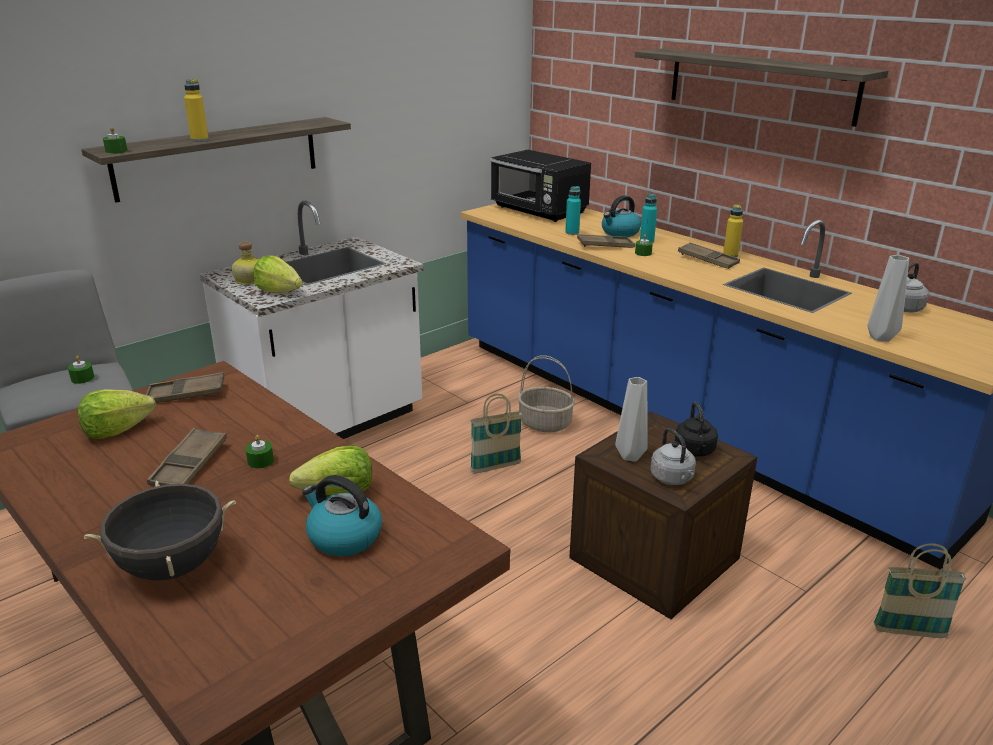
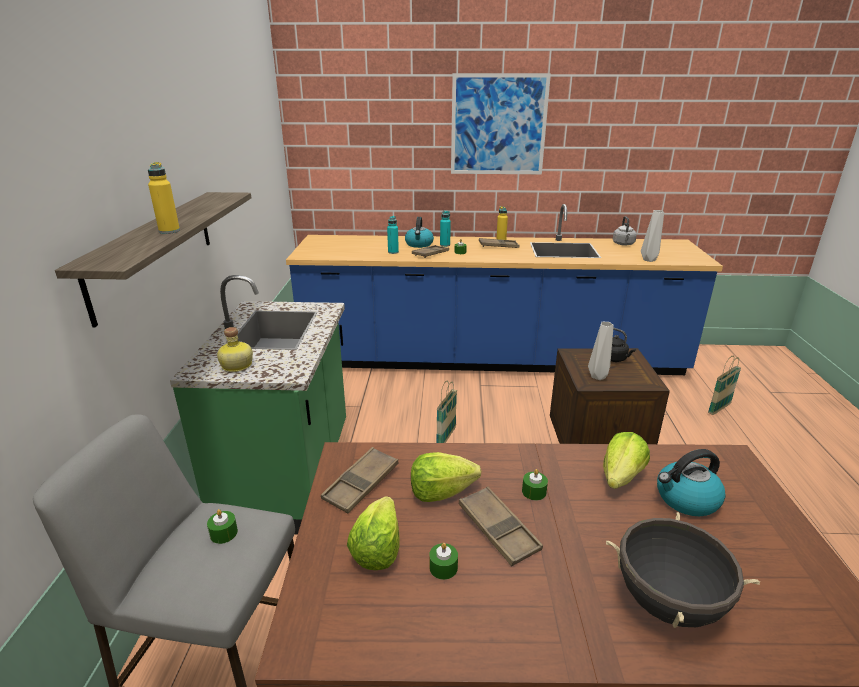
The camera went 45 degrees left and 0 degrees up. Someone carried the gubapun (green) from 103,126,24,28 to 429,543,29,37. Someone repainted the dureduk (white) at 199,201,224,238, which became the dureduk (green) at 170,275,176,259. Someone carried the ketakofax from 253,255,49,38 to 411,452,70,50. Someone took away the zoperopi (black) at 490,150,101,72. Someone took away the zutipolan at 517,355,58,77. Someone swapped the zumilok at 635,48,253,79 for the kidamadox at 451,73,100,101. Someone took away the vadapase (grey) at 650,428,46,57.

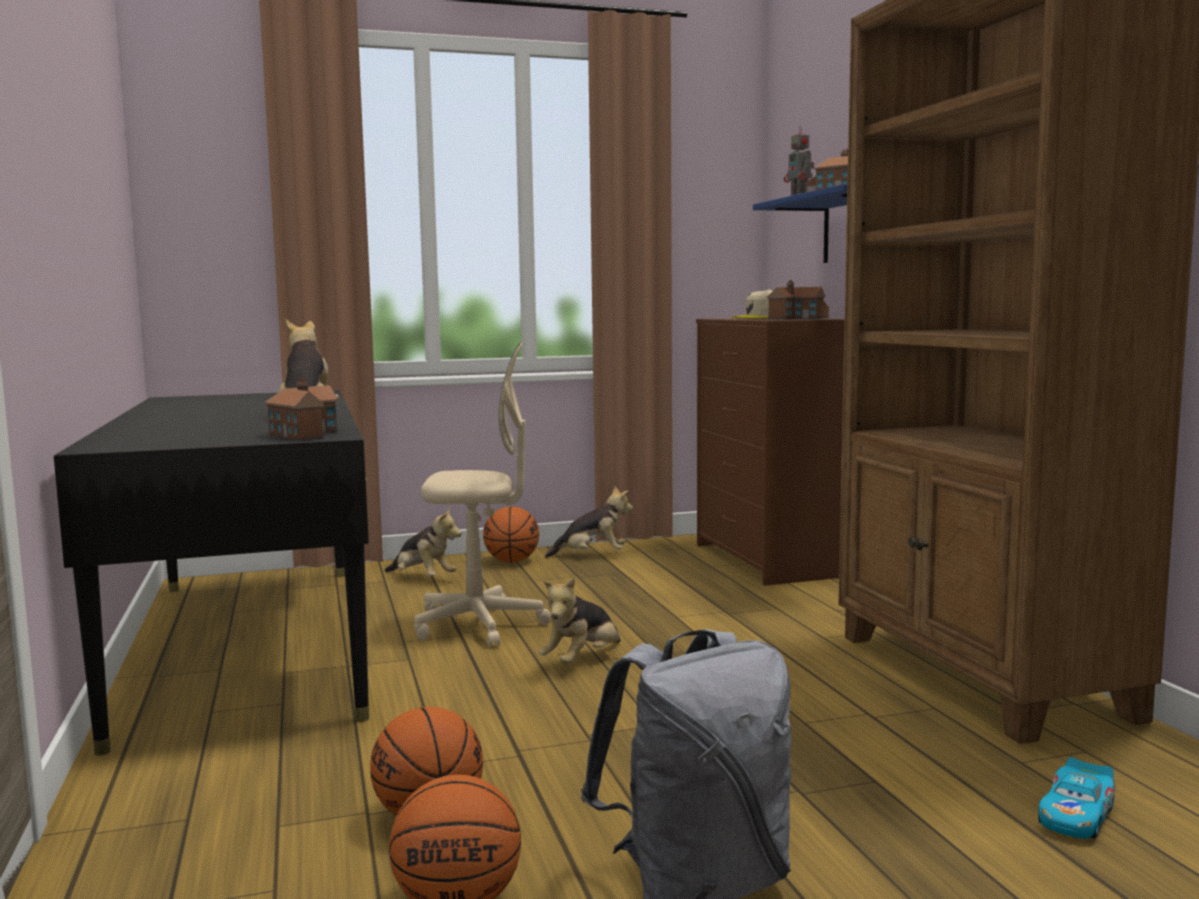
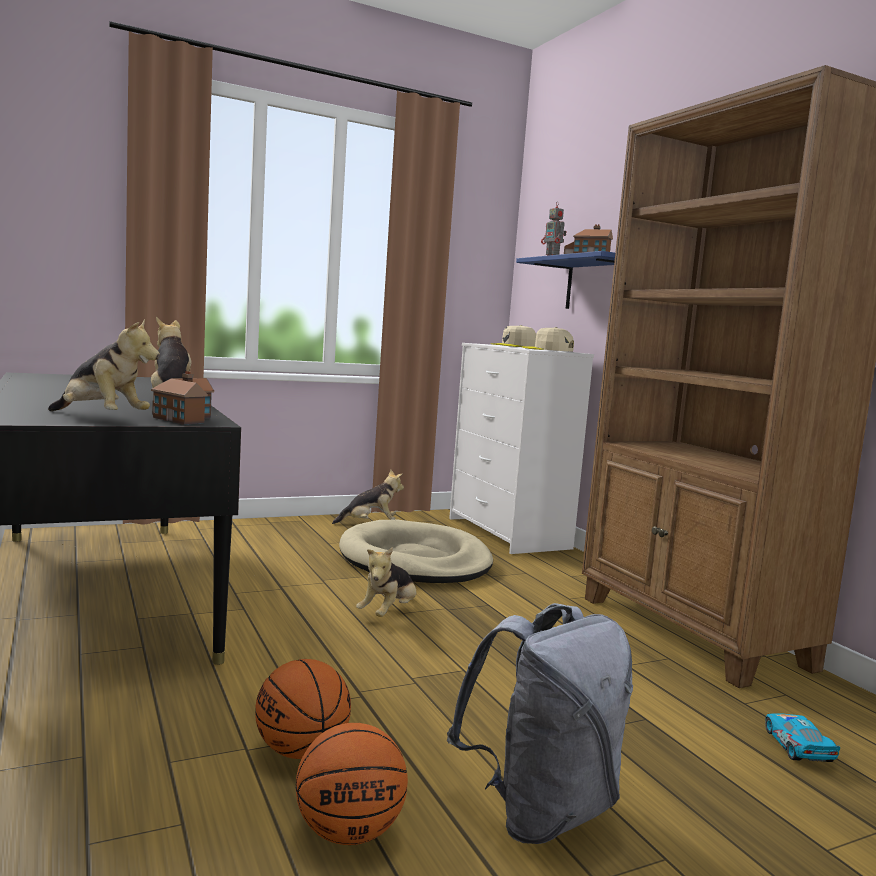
The camera went 10 degrees left and 0 degrees up. Someone carried the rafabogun from 385,507,77,69 to 48,319,112,92. Someone took away the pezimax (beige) at 414,342,137,306. Someone took away the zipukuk at 483,507,56,56. Someone repainted the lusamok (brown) at 696,318,149,268, which became the lusamok (white) at 449,343,145,211. Someone swapped the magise at 767,280,62,40 for the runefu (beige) at 522,327,52,24. Someone rotated the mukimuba at 1038,757,78,82 by 150 degrees clockwise. Someone put down the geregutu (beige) at 339,520,154,63.

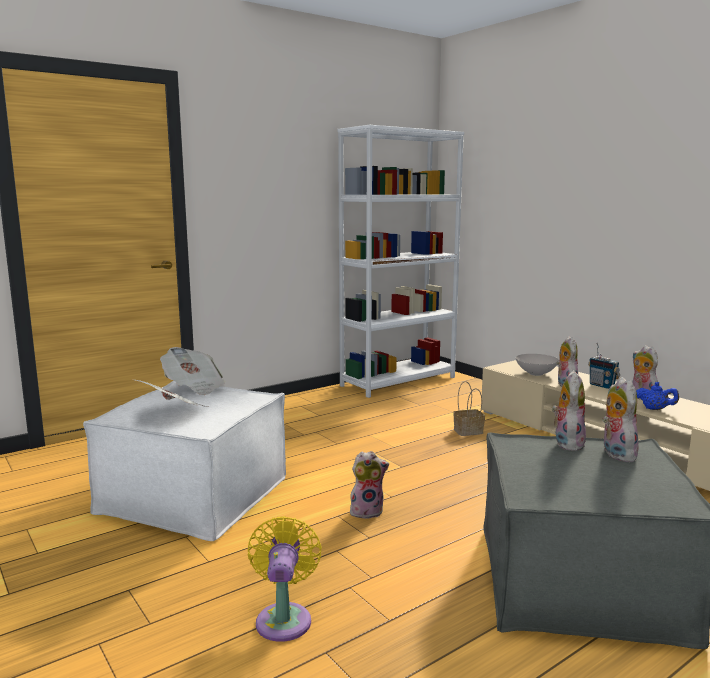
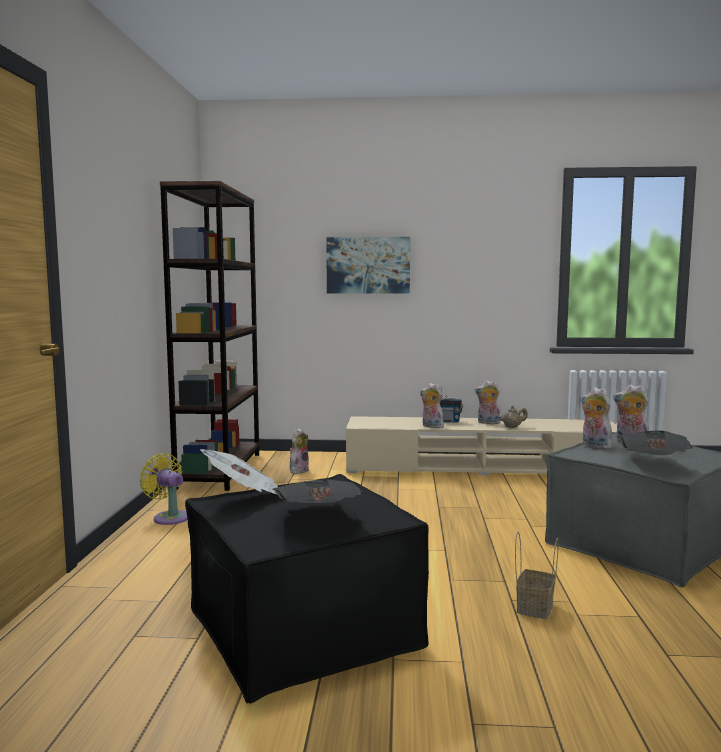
The camera went 50 degrees left and 5 degrees down. Someone repainted the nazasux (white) at 83,381,203,160, which became the nazasux (black) at 185,474,244,230. Someone carried the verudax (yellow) from 248,516,74,126 to 140,453,48,72. Someone repainted the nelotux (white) at 338,125,126,273, which became the nelotux (brown) at 160,181,99,310. Someone carried the rafabogun from 350,451,39,68 to 290,428,19,46. Someone carried the zutipolan from 453,381,32,55 to 515,532,43,87. Someone took away the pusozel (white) at 516,354,43,22. Someone repainted the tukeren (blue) at 636,382,43,28, which became the tukeren (beige) at 499,405,29,23. Someone put up the kidamadox at 326,237,84,57. Someone put down the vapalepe at 618,431,75,24.

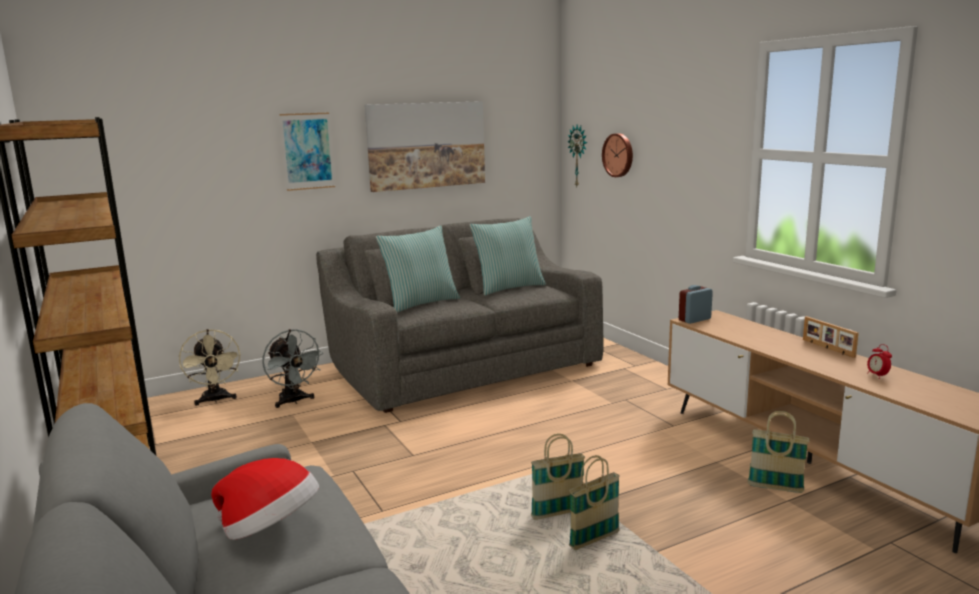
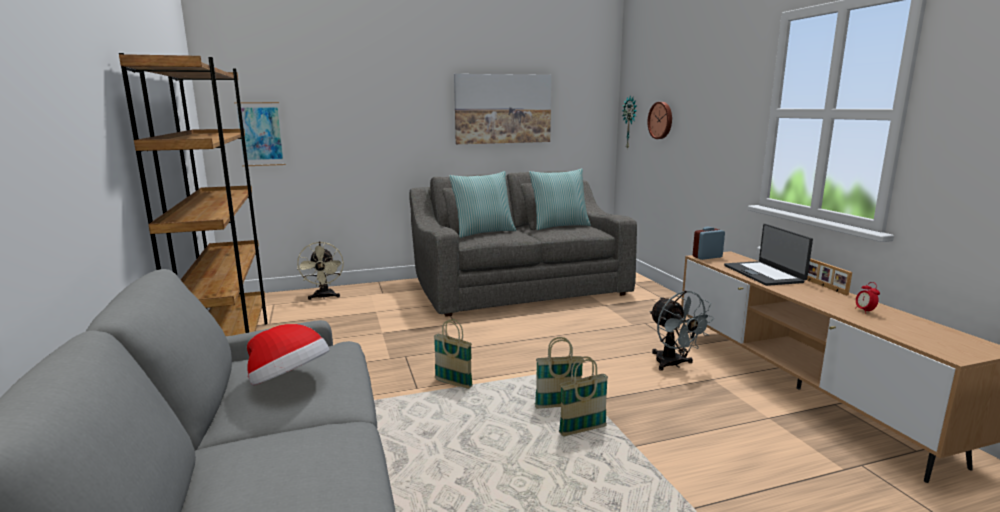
The camera went 10 degrees right and 0 degrees up. Someone carried the verudax (grey) from 262,329,61,79 to 649,290,66,81. Someone carried the kidamadox from 279,112,56,79 to 234,102,52,65. Someone carried the zutipolan from 748,411,61,82 to 434,319,39,70. Someone put down the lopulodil at 724,224,89,62.

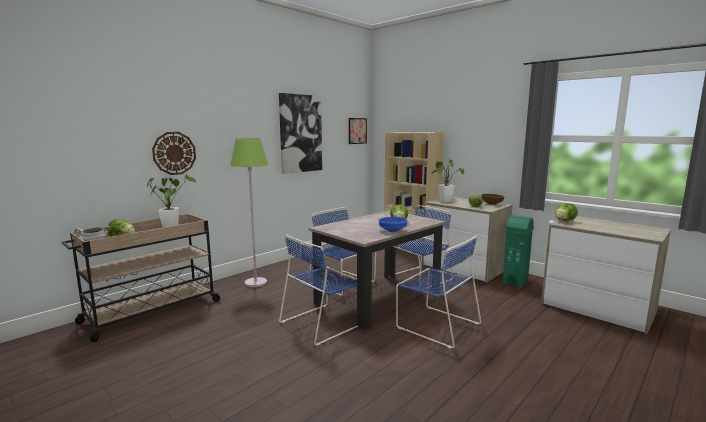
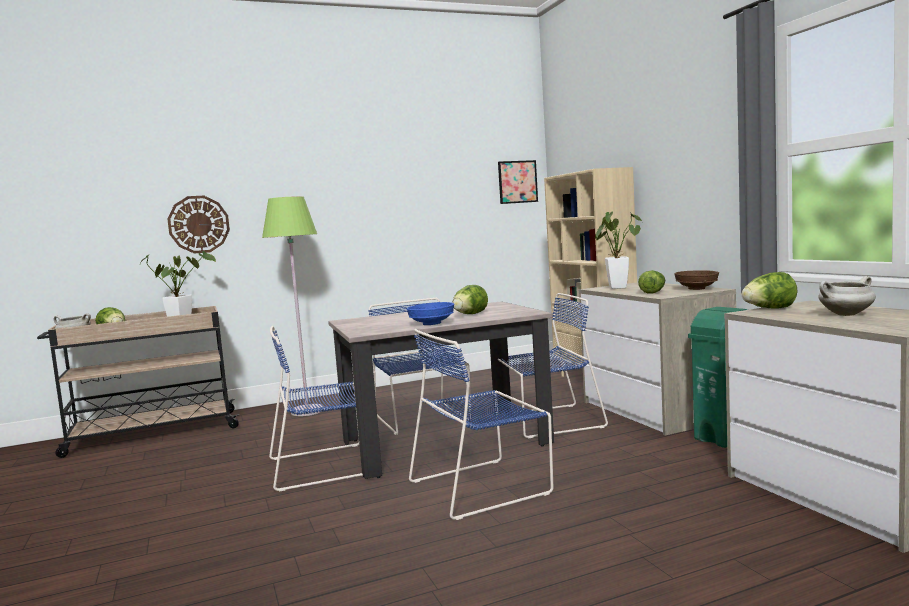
The camera went 25 degrees right and 5 degrees down. Someone took away the kidamadox at 279,93,43,81. Someone rotated the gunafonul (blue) at 396,235,85,114 by 90 degrees clockwise. Someone put down the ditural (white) at 818,276,58,40.

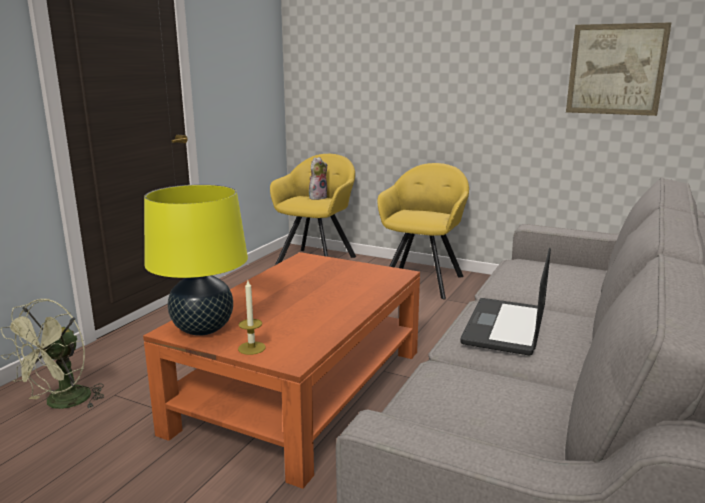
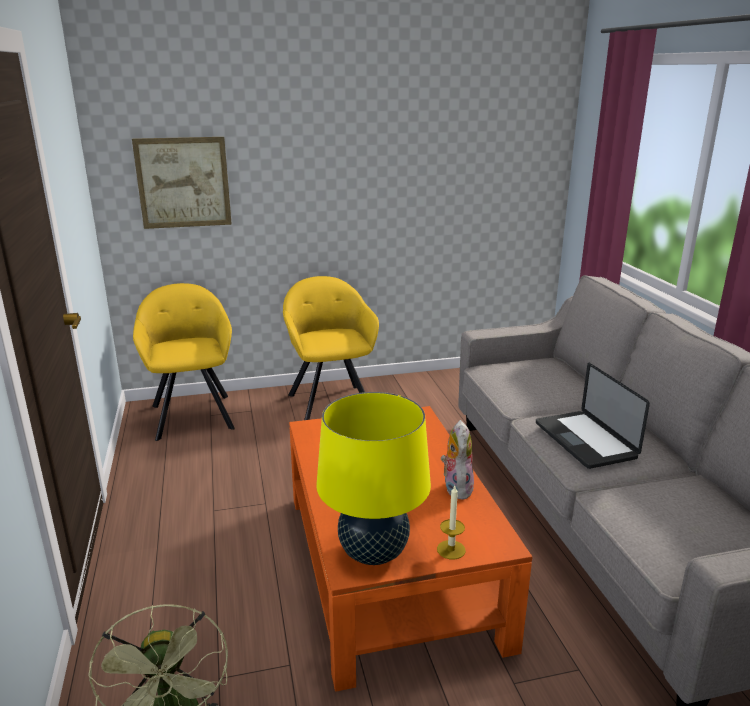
The camera went 40 degrees left and 5 degrees up. Someone carried the rafabogun from 309,157,18,43 to 441,420,33,80. Someone carried the kidamadox from 566,22,106,94 to 132,137,100,92.

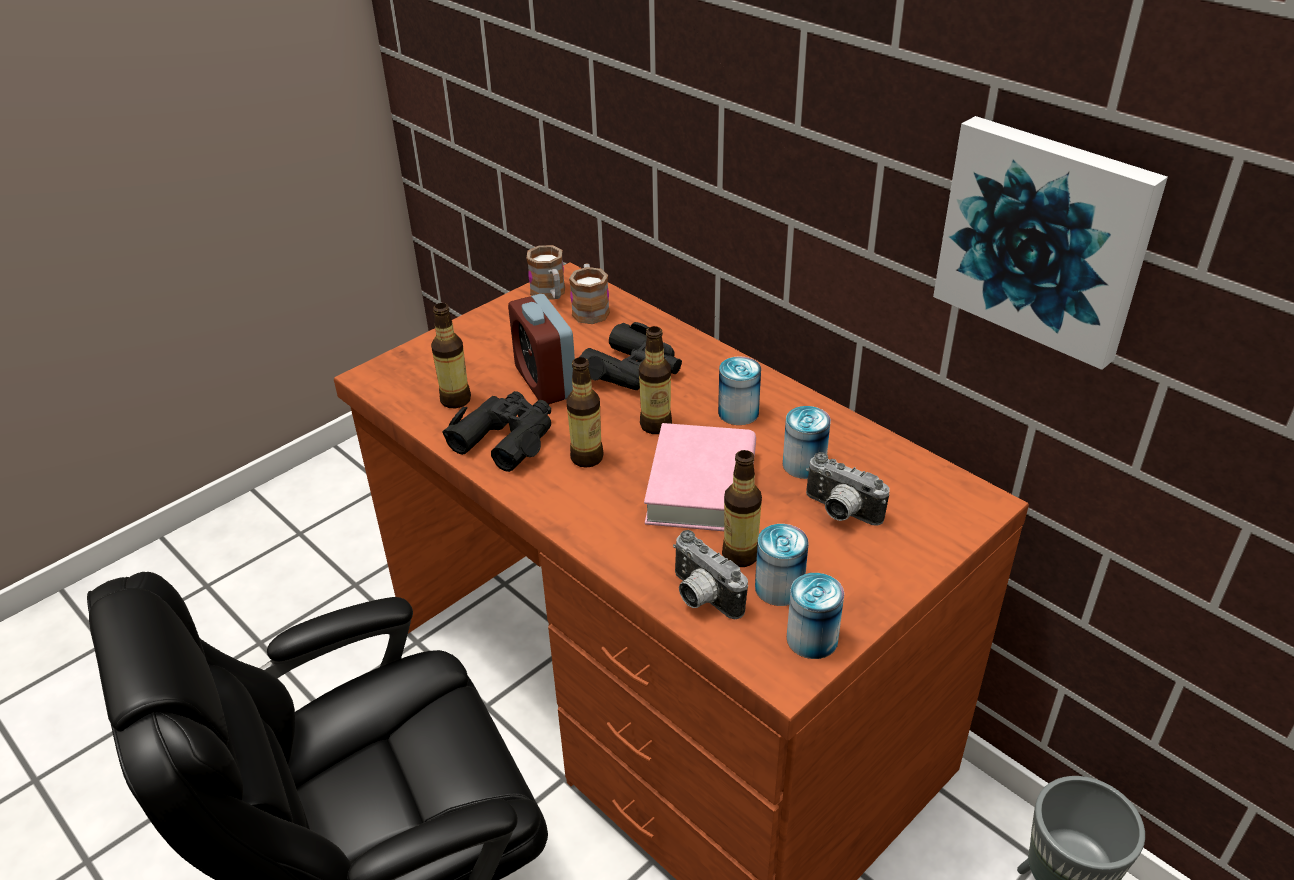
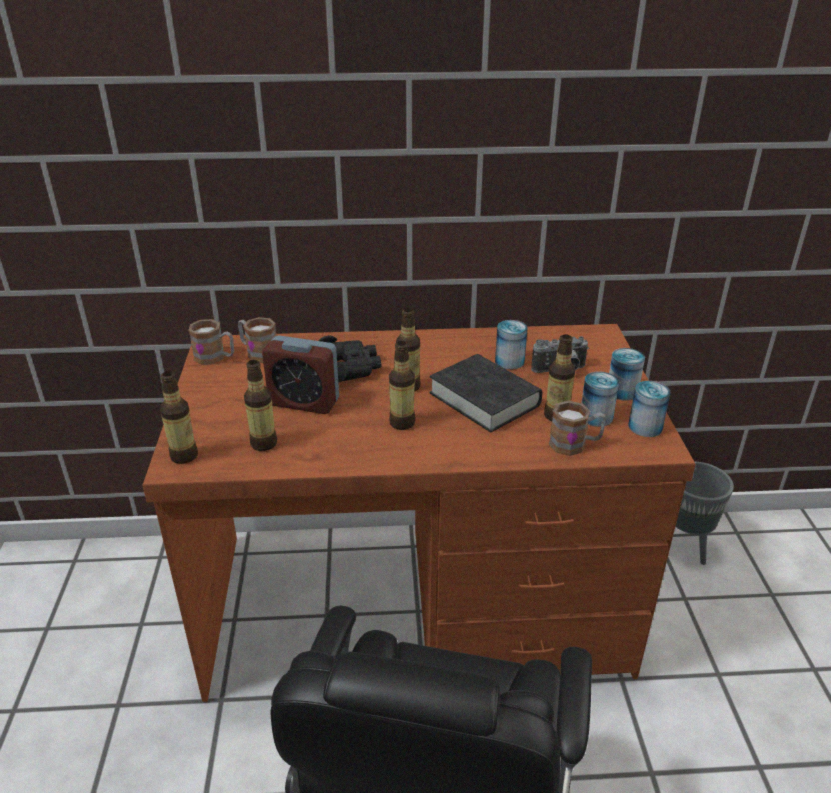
The camera went 50 degrees left and 5 degrees down. Someone took away the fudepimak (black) at 442,391,109,81. Someone repainted the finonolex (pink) at 644,423,112,108, which became the finonolex (black) at 429,354,113,78. Someone swapped the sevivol at 673,530,75,89 for the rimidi at 549,400,57,56. Someone carried the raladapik from 718,356,43,69 to 609,348,36,53. Someone took away the kidamadox at 933,116,235,254. Someone put down the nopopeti at 160,371,38,93.

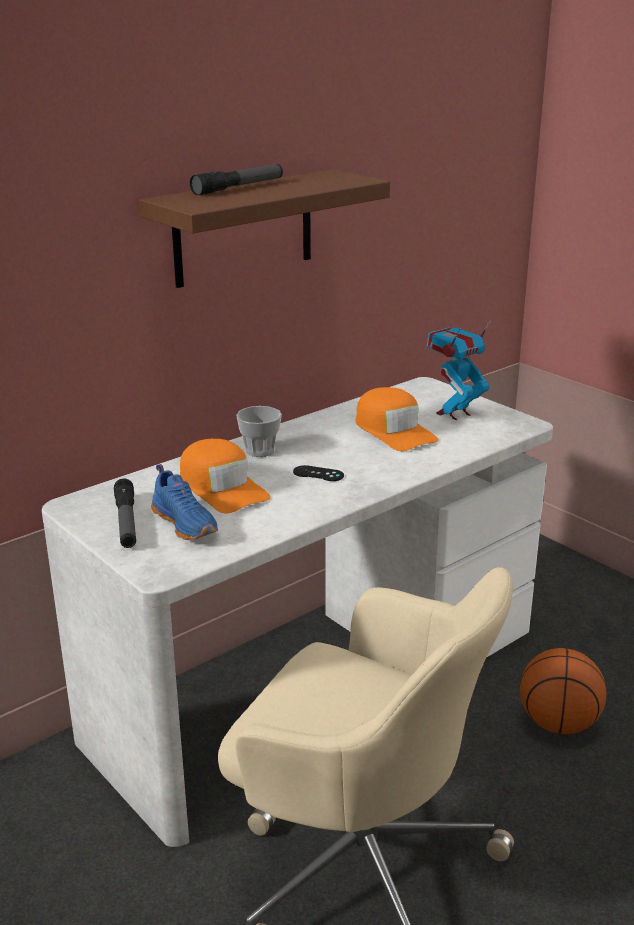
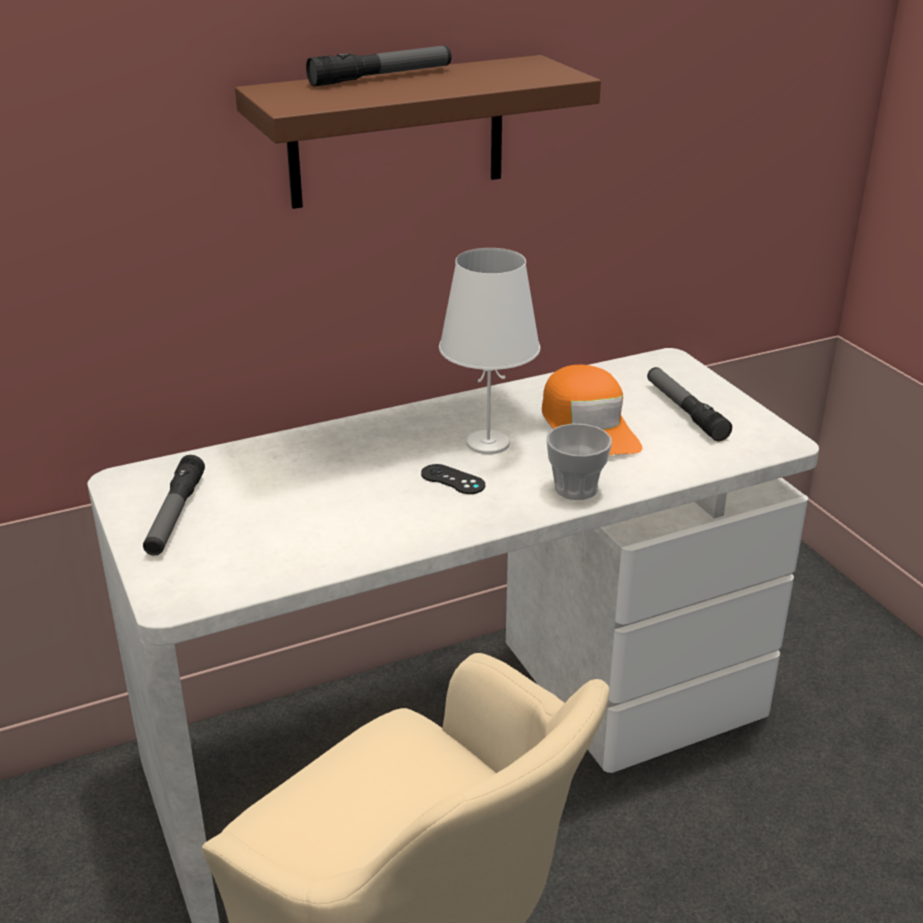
The camera went 15 degrees right and 5 degrees up. Someone took away the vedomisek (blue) at 151,464,67,76. Someone took away the runefu (orange) at 180,439,91,74. Someone carried the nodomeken from 236,406,46,51 to 547,424,65,76. Someone swapped the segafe at 427,320,64,101 for the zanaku at 647,367,85,74. Someone took away the zipukuk at 520,648,87,86. Someone put down the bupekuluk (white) at 439,248,101,206.

